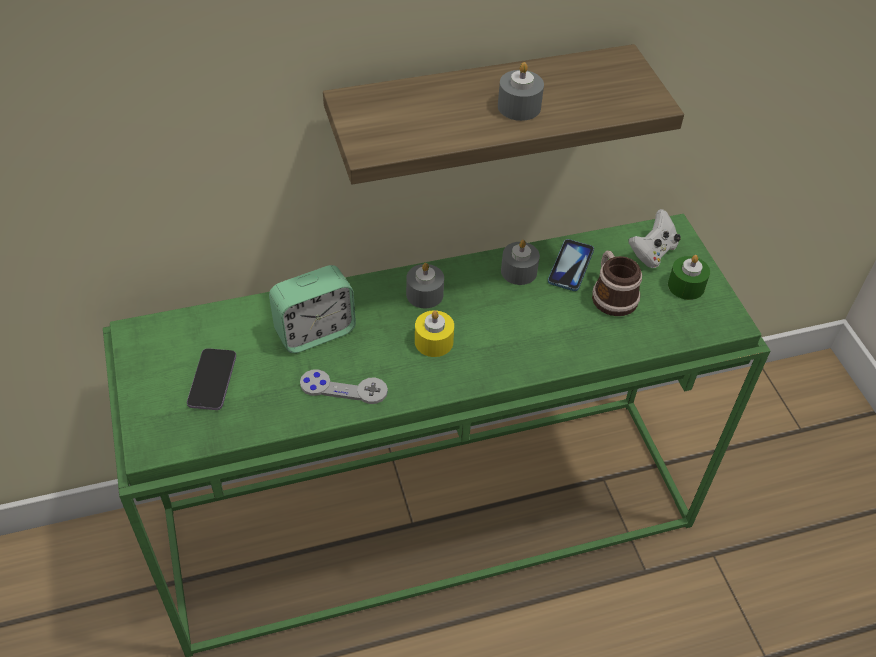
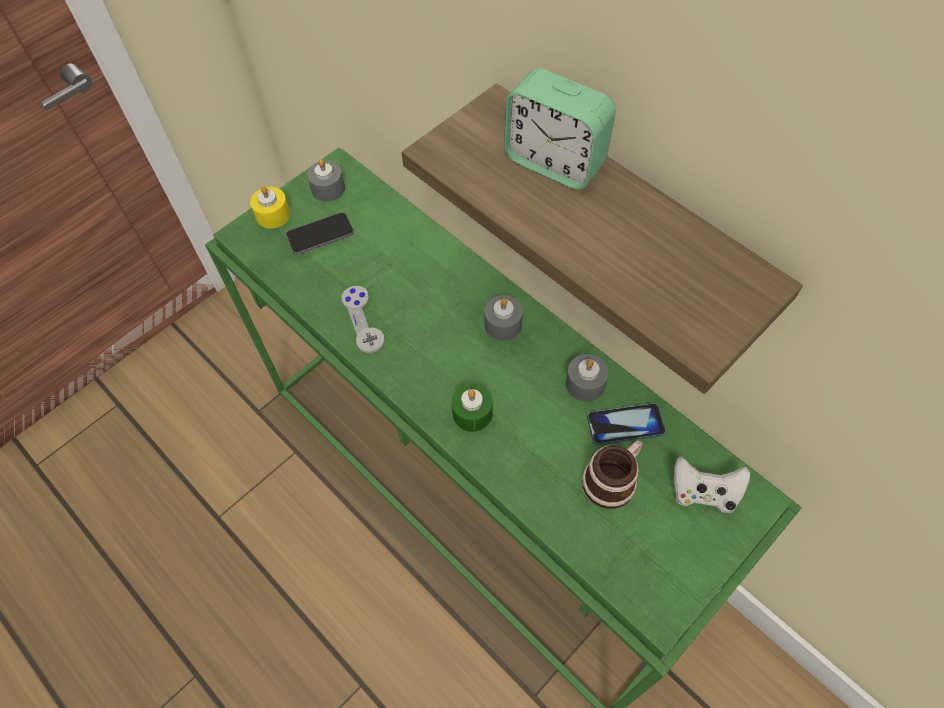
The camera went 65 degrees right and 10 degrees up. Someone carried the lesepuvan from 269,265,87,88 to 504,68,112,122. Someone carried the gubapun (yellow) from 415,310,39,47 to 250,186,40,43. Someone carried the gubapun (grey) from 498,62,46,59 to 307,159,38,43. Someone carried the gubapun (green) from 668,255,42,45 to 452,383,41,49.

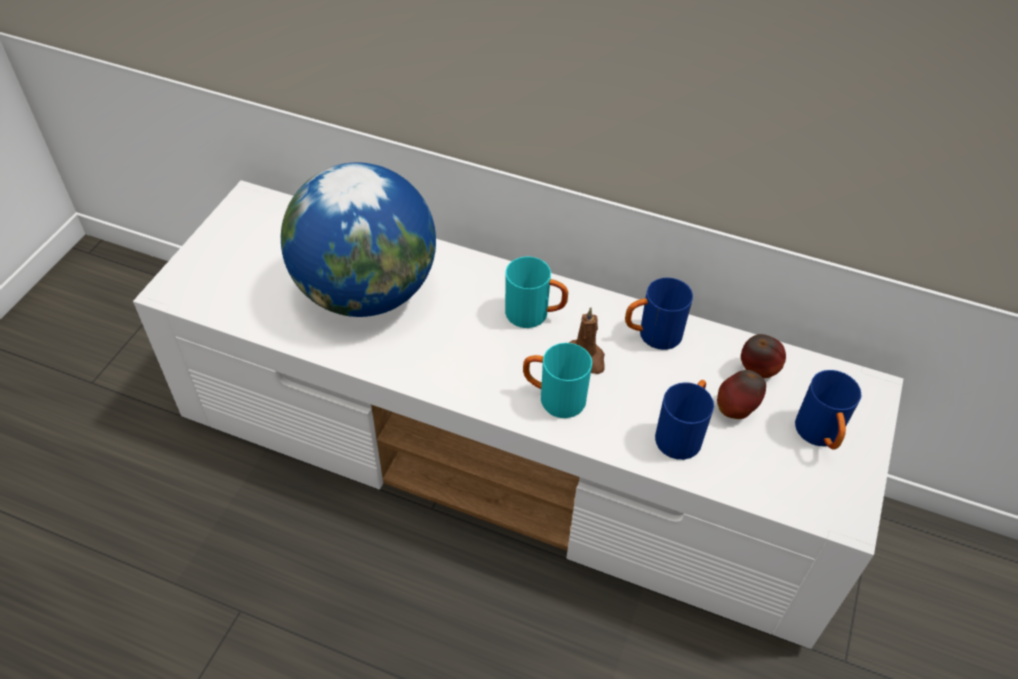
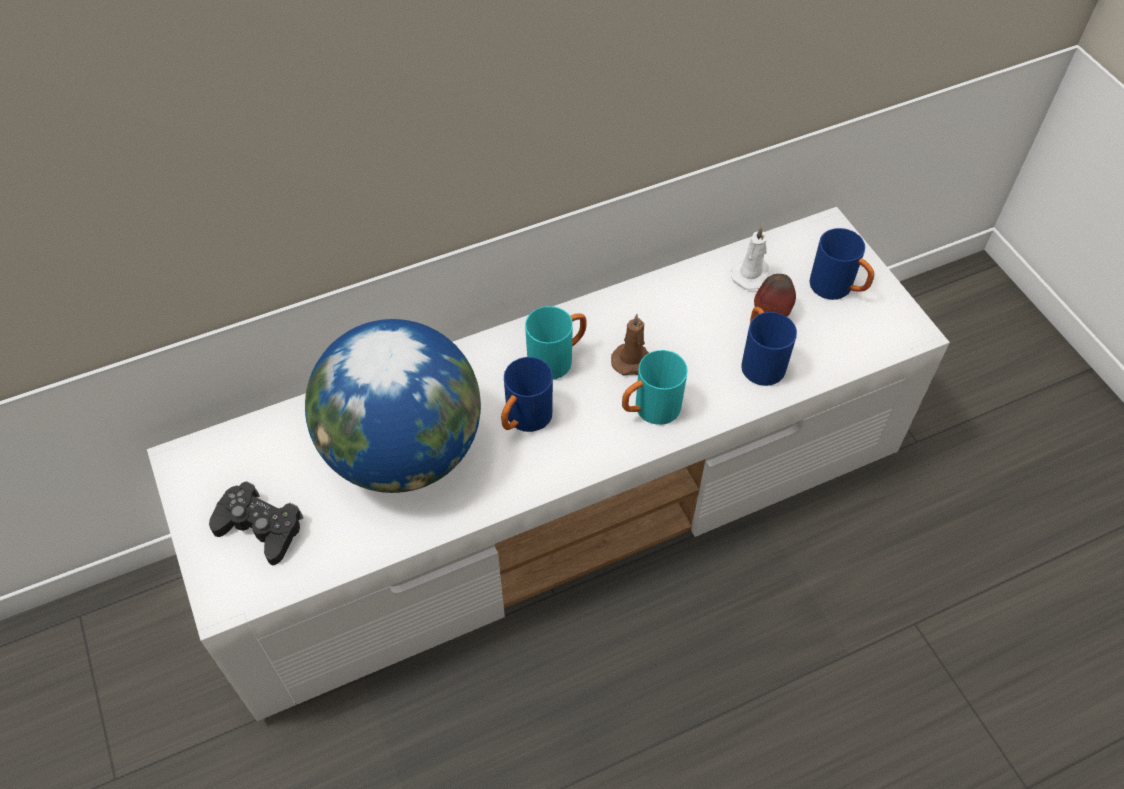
The camera went 45 degrees left and 5 degrees up. Someone carried the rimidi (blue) from 625,278,68,72 to 501,357,52,75. Someone swapped the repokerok at 741,334,45,44 for the gubapun (white) at 731,226,39,65. Someone put down the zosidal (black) at 209,481,94,84.

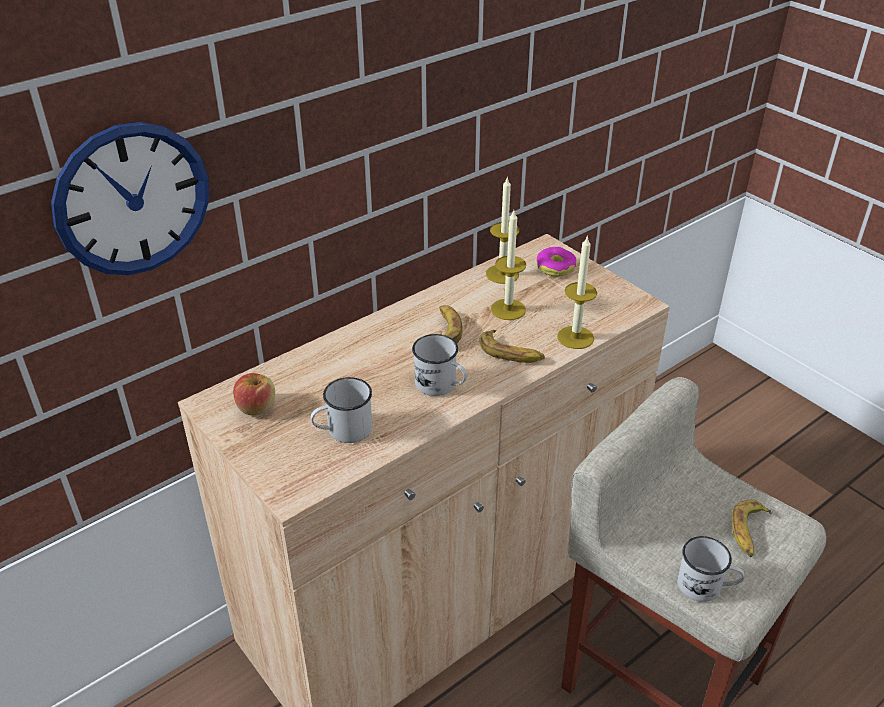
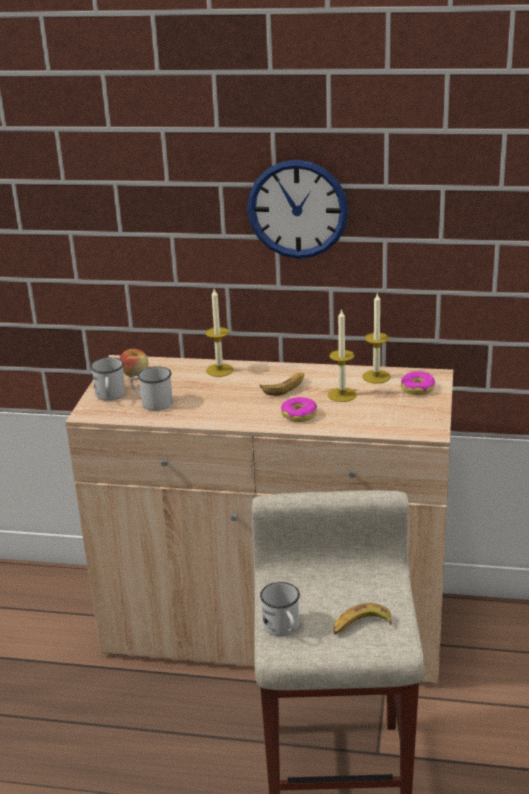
The camera went 50 degrees right and 10 degrees down. Someone carried the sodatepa from 51,122,158,153 to 247,160,102,99. Someone carried the rimidi (white) from 412,334,55,62 to 90,357,35,44. Someone swapped the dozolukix at 480,330,65,33 for the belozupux at 281,397,36,25. Someone carried the gubapun from 557,235,40,114 to 205,289,28,88.

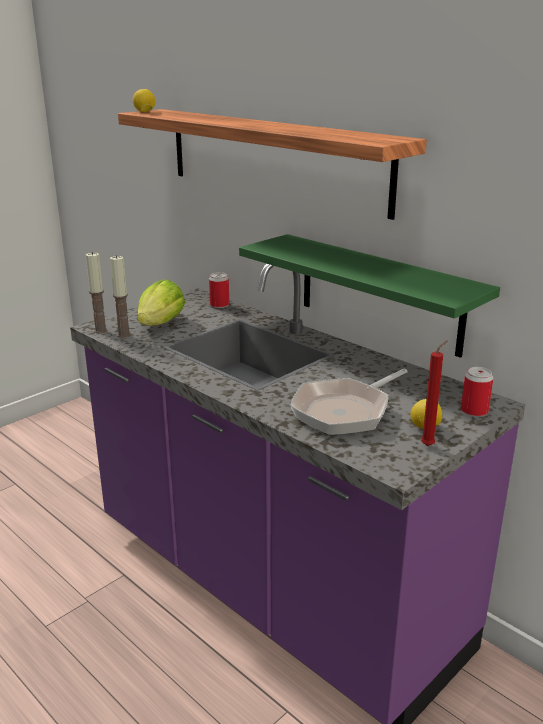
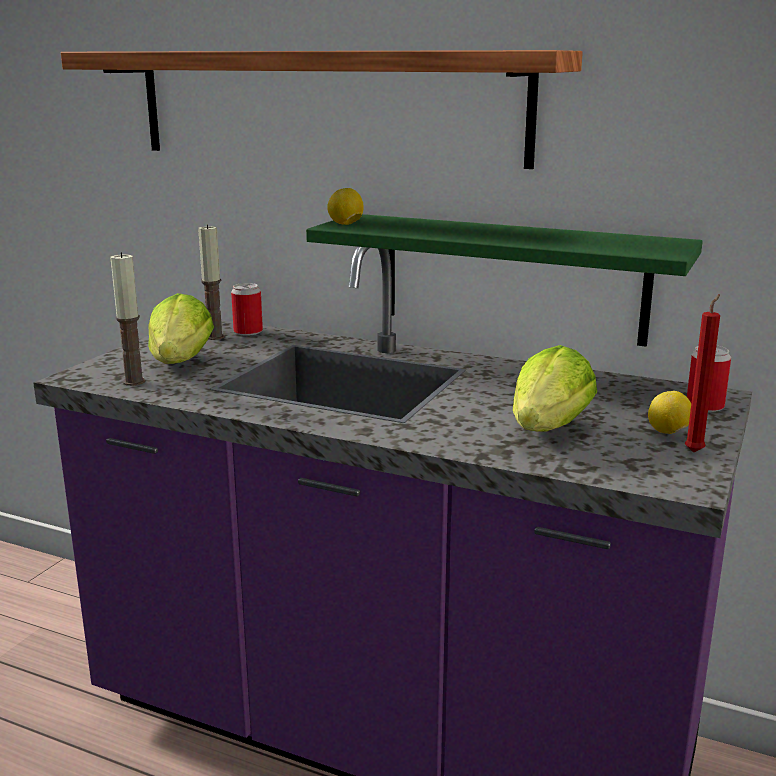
The camera went 20 degrees left and 5 degrees down. Someone carried the gubapun from 86,252,22,81 to 198,224,27,116. Someone carried the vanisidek from 133,89,22,23 to 327,188,36,37. Someone swapped the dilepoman at 290,369,118,66 for the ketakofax at 513,345,84,87.

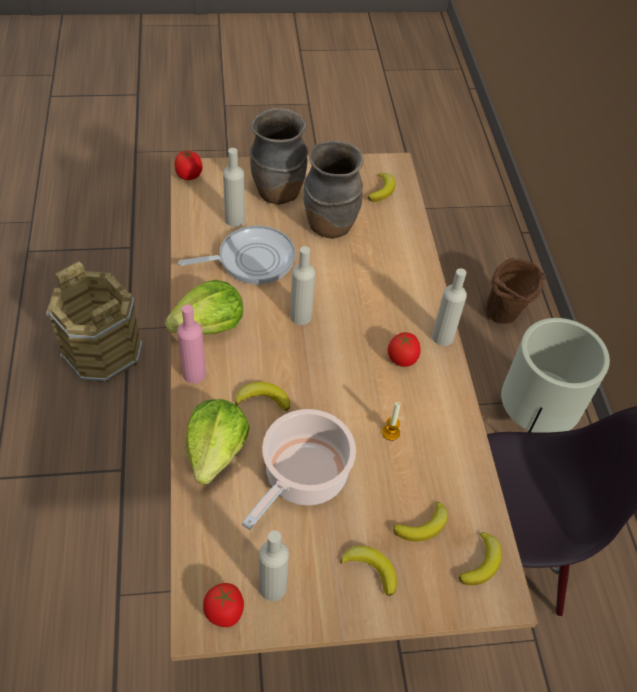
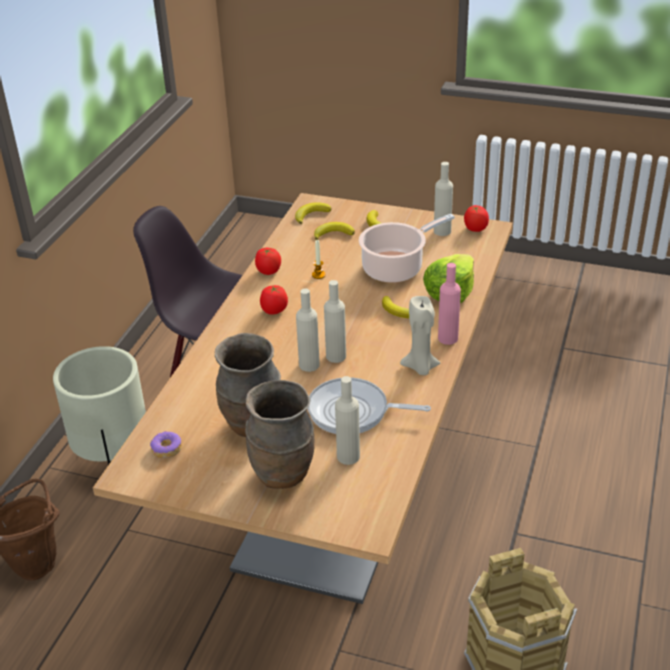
The camera went 150 degrees left and 15 degrees down. Someone swapped the ketakofax at 165,280,78,54 for the gubapun (beige) at 400,296,40,79. Someone carried the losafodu from 175,150,27,30 to 255,248,26,27. Someone swapped the dozolukix at 368,173,27,29 for the belozupux at 150,431,32,27. Someone carried the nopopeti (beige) from 432,268,35,78 to 296,289,24,83.

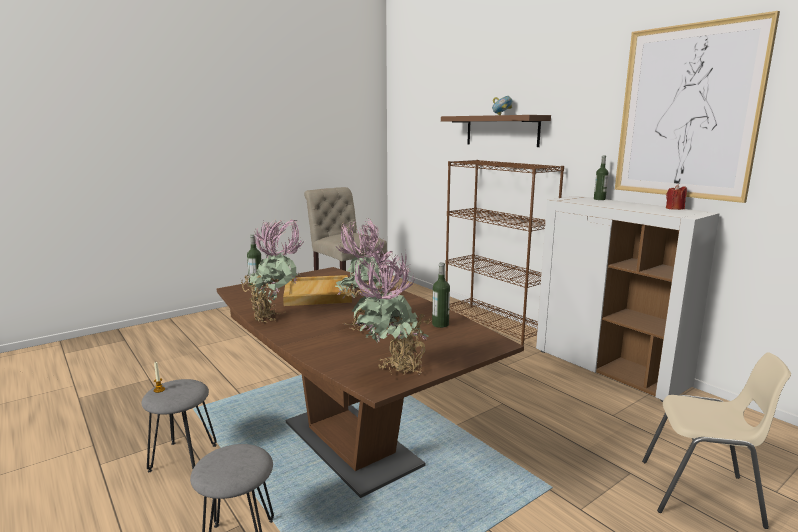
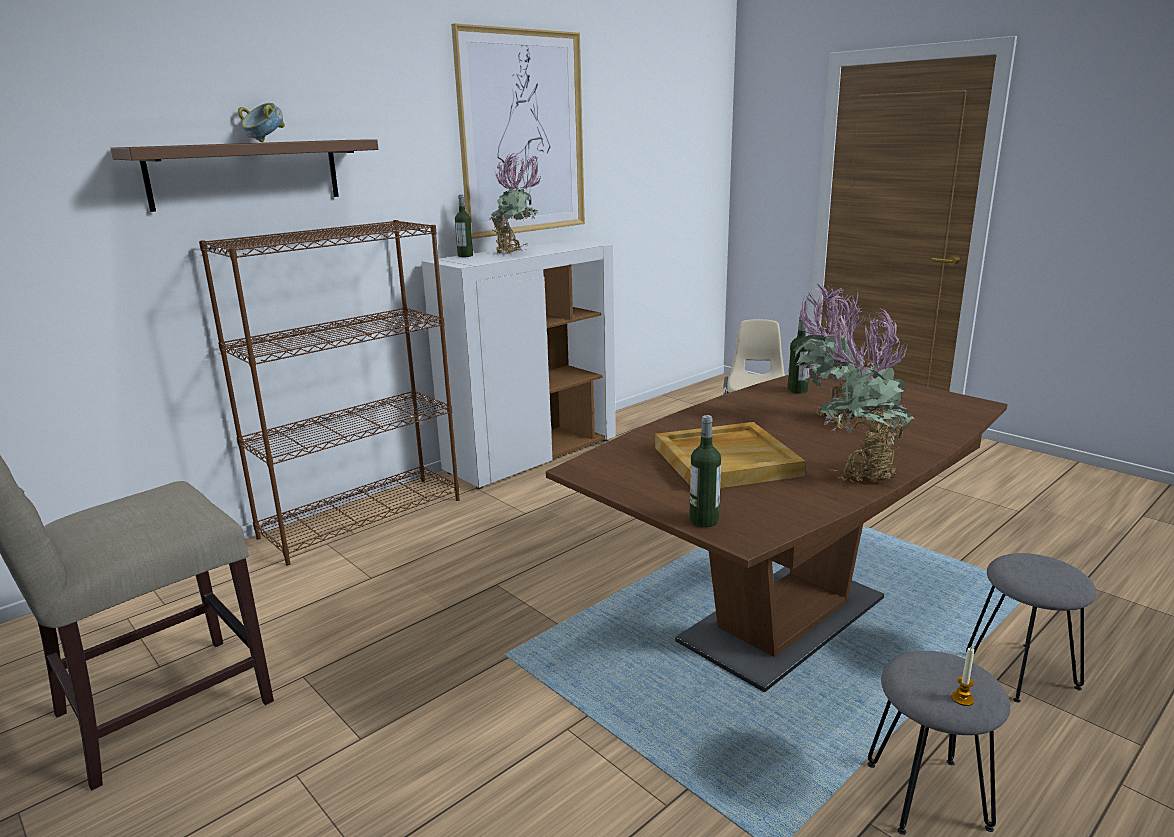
The camera went 95 degrees left and 5 degrees up. Someone carried the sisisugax from 352,248,81,128 to 489,153,53,101. Someone took away the gubapun (red) at 666,185,21,25.

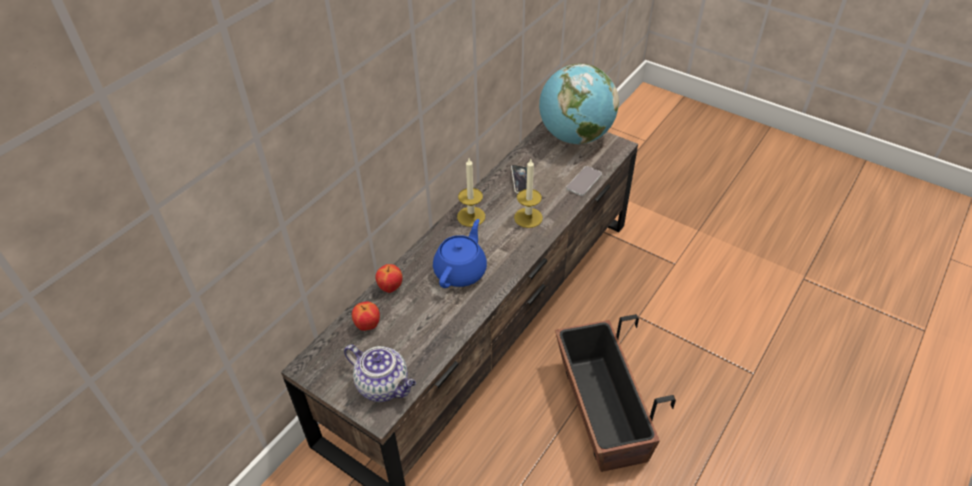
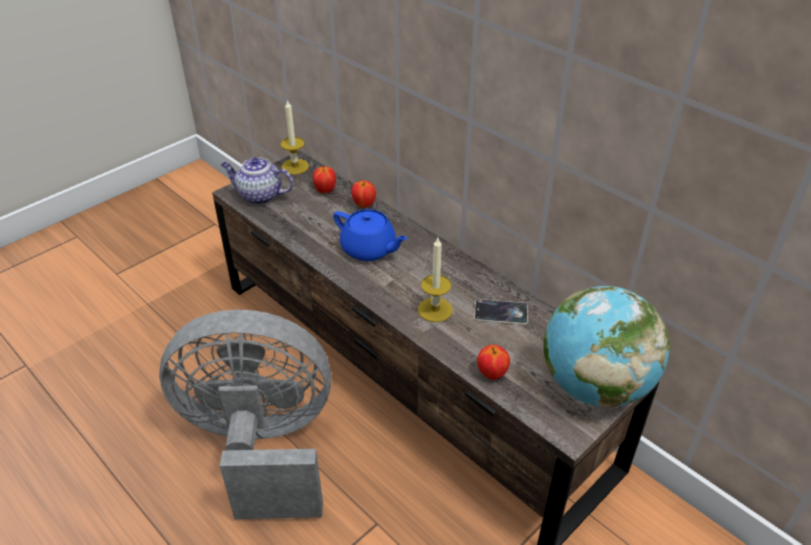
The camera went 100 degrees right and 5 degrees down. Someone rotated the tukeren at 344,345,72,57 by 60 degrees clockwise. Someone carried the gubapun from 457,158,28,69 to 280,99,29,76. Someone swapped the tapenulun at 555,314,121,158 for the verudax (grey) at 159,310,172,209. Someone swapped the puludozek at 566,166,36,30 for the repokerok at 477,345,33,35.

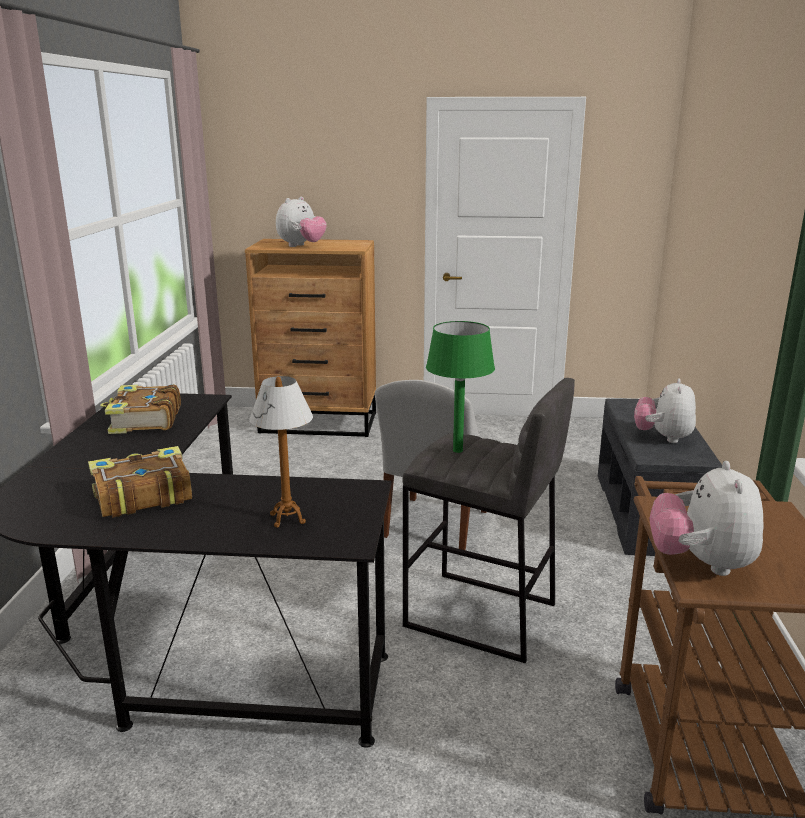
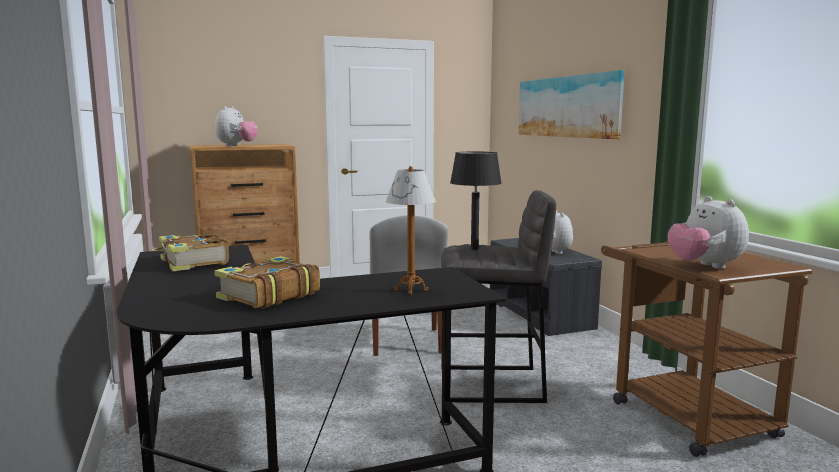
The camera went 25 degrees left and 10 degrees down. Someone repainted the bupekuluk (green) at 426,321,69,132, which became the bupekuluk (black) at 450,152,52,98. Someone put up the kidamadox at 518,70,106,69.

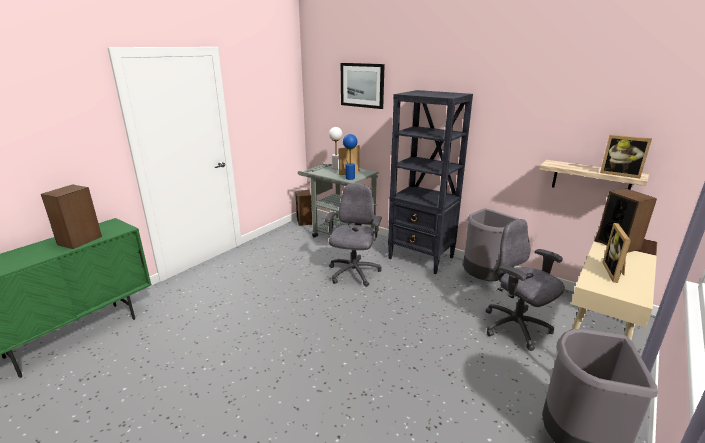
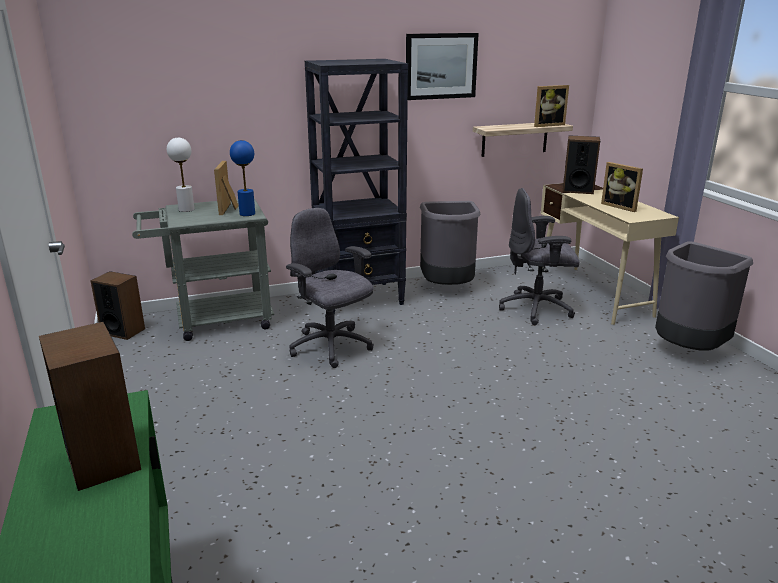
The camera went 55 degrees left and 0 degrees up. Someone carried the kidamadox from 341,63,44,46 to 406,33,73,67.

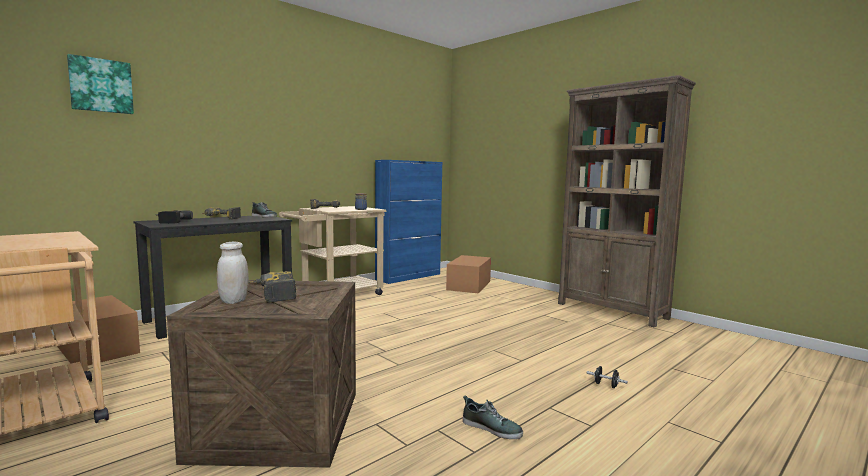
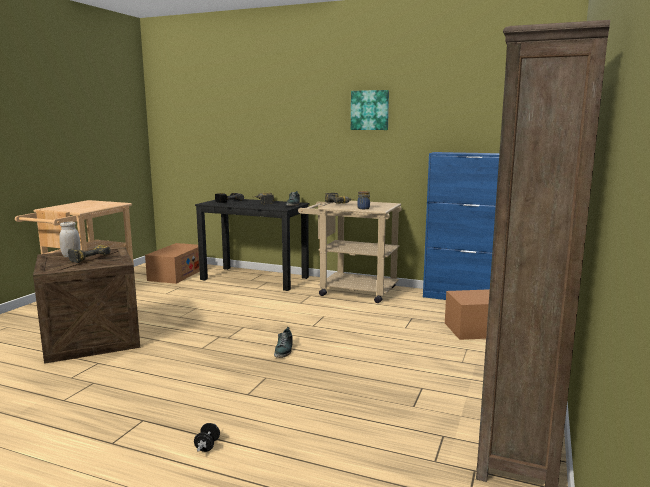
The camera went 65 degrees right and 5 degrees up. Someone carried the kidamadox from 67,54,67,60 to 351,90,38,40. Someone carried the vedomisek from 463,395,60,44 to 274,327,19,31.

